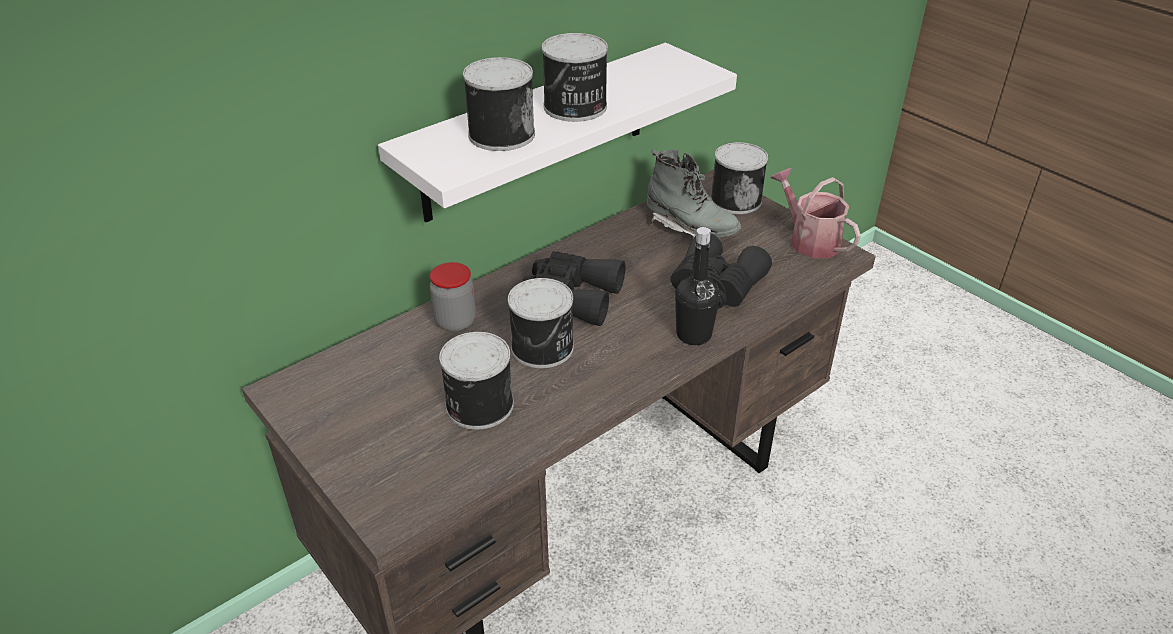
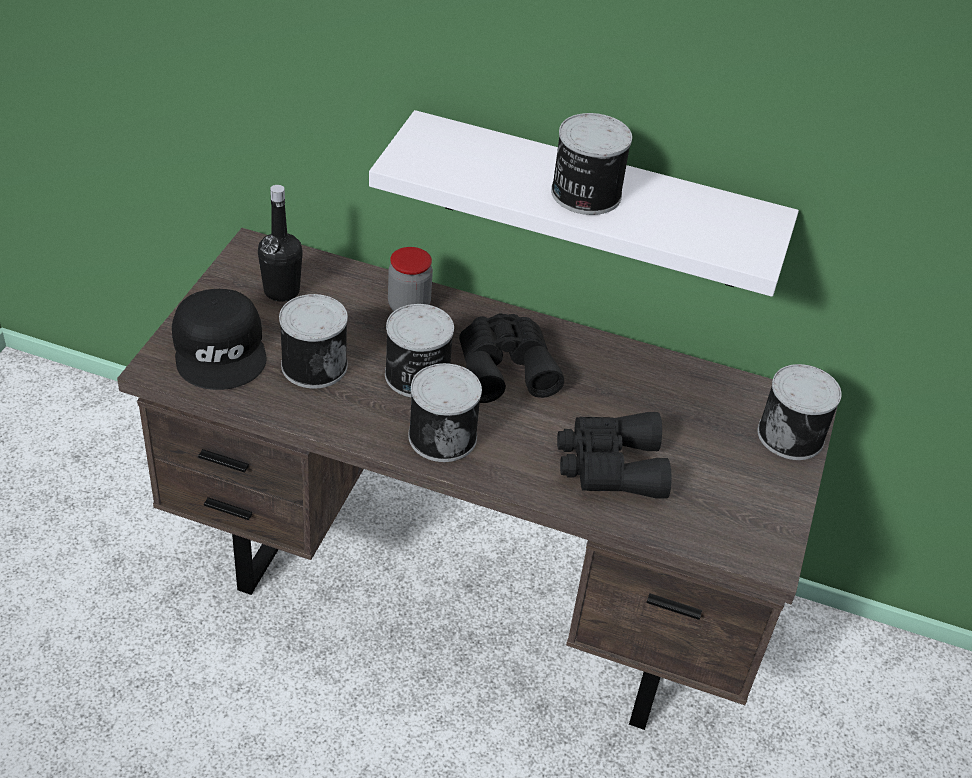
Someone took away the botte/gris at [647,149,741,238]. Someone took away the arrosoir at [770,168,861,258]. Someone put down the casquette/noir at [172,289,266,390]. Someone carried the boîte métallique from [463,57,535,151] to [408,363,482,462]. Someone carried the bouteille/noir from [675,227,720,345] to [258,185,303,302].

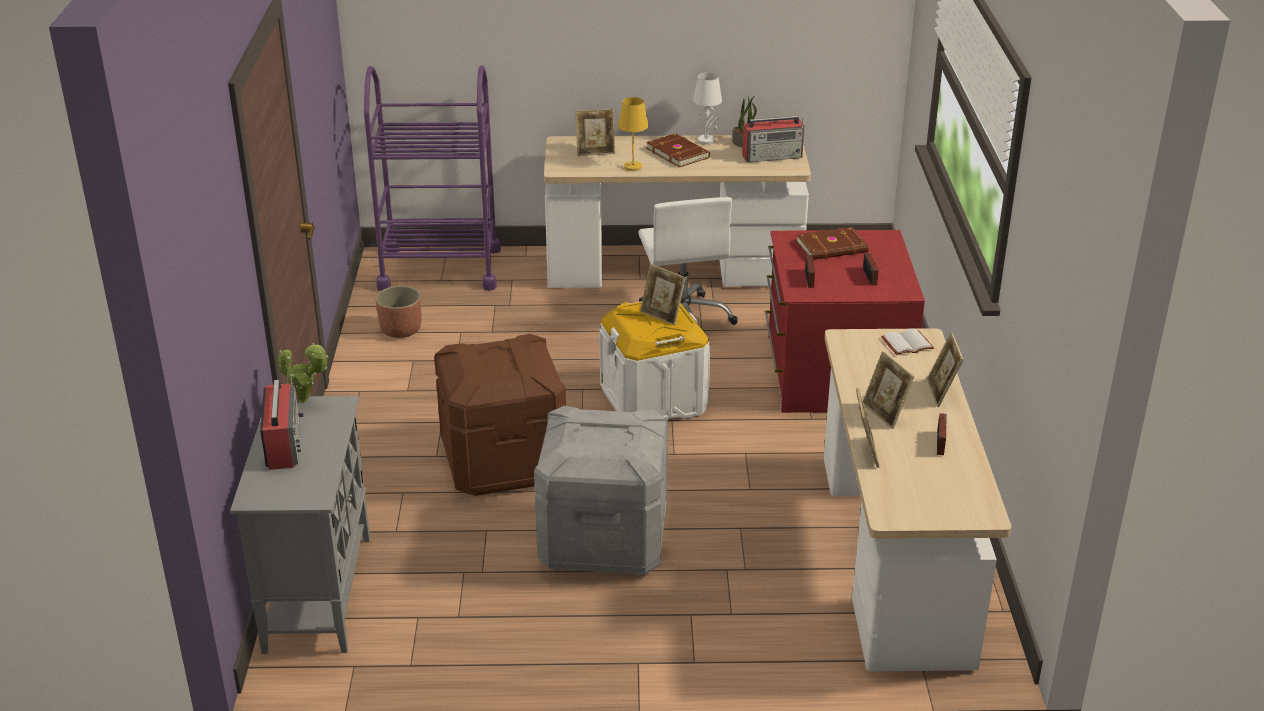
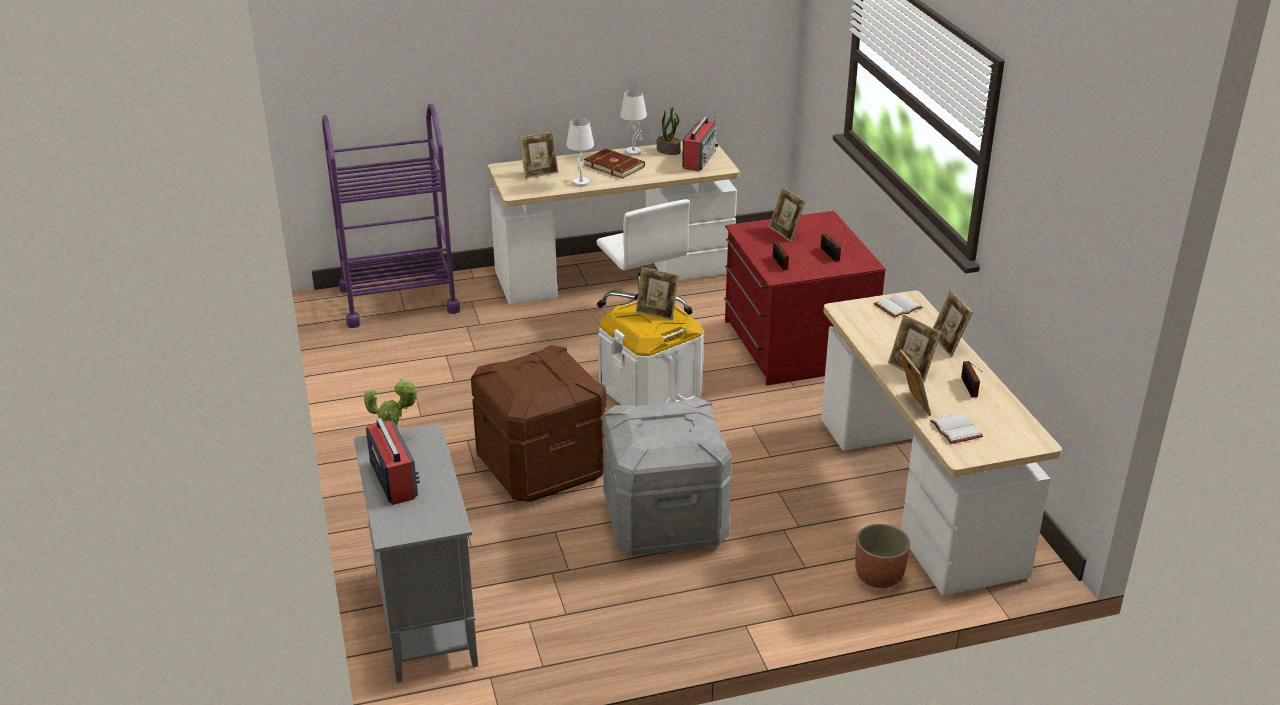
Someone put down the livre/blanc at [930,413,983,444]. Someone carried the cache-pot from [375,286,422,338] to [855,524,910,588]. Someone swapped the livre/marron at [796,227,868,260] for the cadre photo at [769,186,806,242]. Someone repainted the lampe de table/jaune at [618,97,648,171], which became the lampe de table/blanc at [566,118,594,187]. Someone rotated the radio at [742,116,804,162] by 45 degrees counterclockwise.

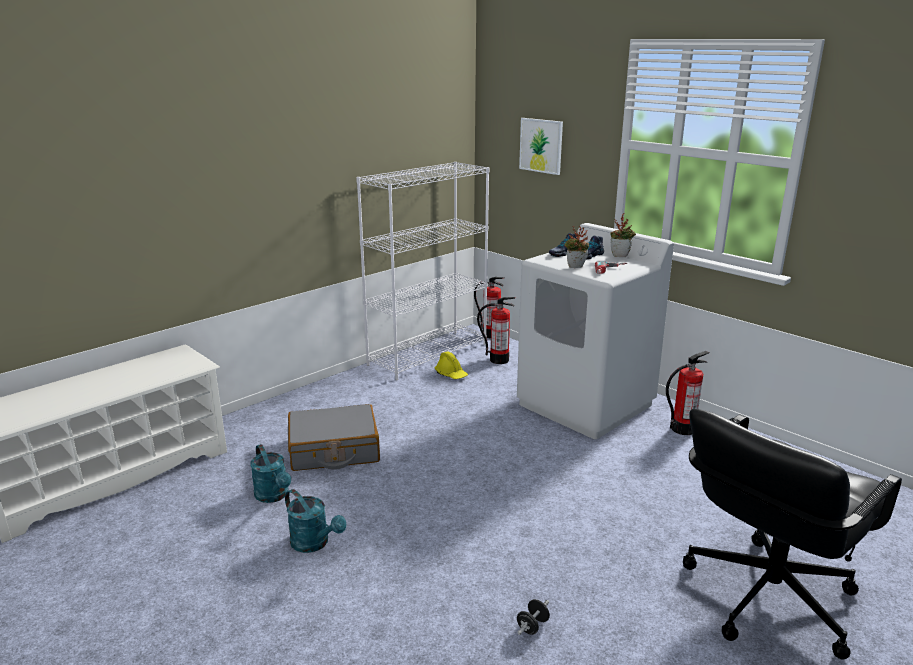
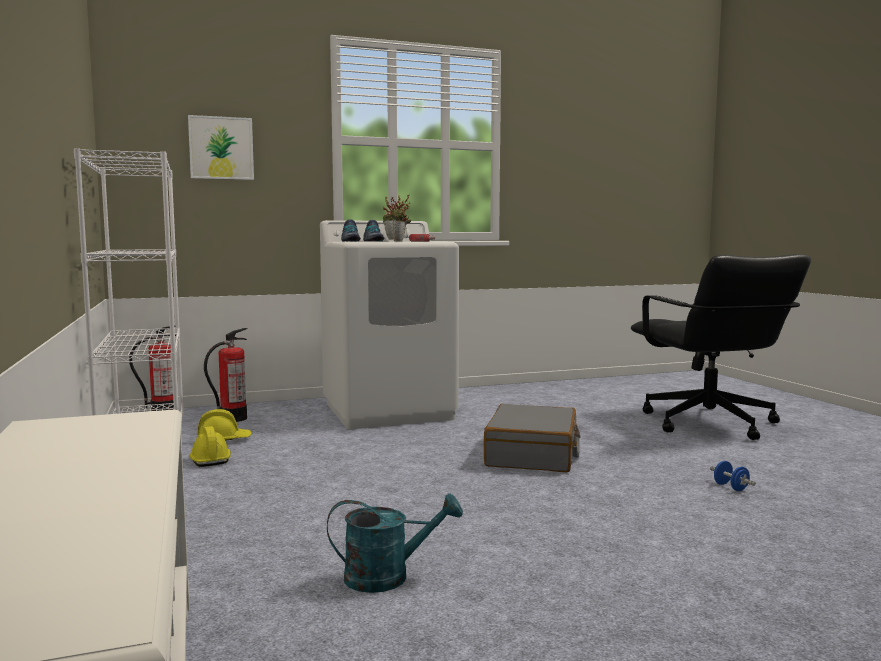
Someone took away the arrosoir/turquoise at [285,489,346,553]. Someone took away the extincteur at [666,351,710,435]. Someone put down the casque de chantier/jaune at [190,426,231,467]. Someone carried the valise/gris from [288,404,380,471] to [484,404,581,472]. Someone repainted the haltère/noir at [517,599,550,635], which became the haltère/bleu at [710,461,756,491].

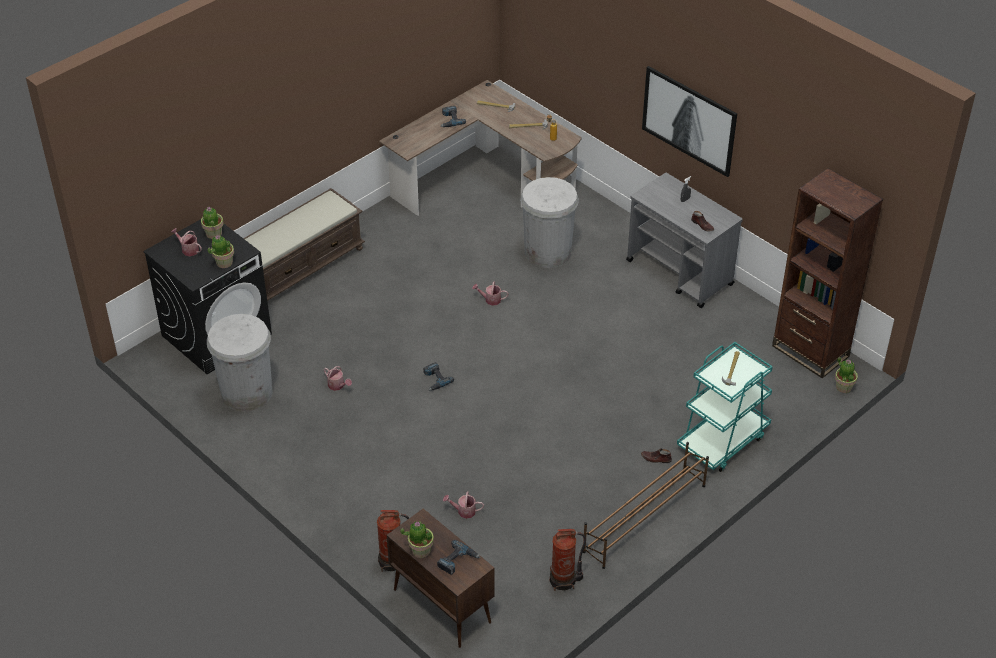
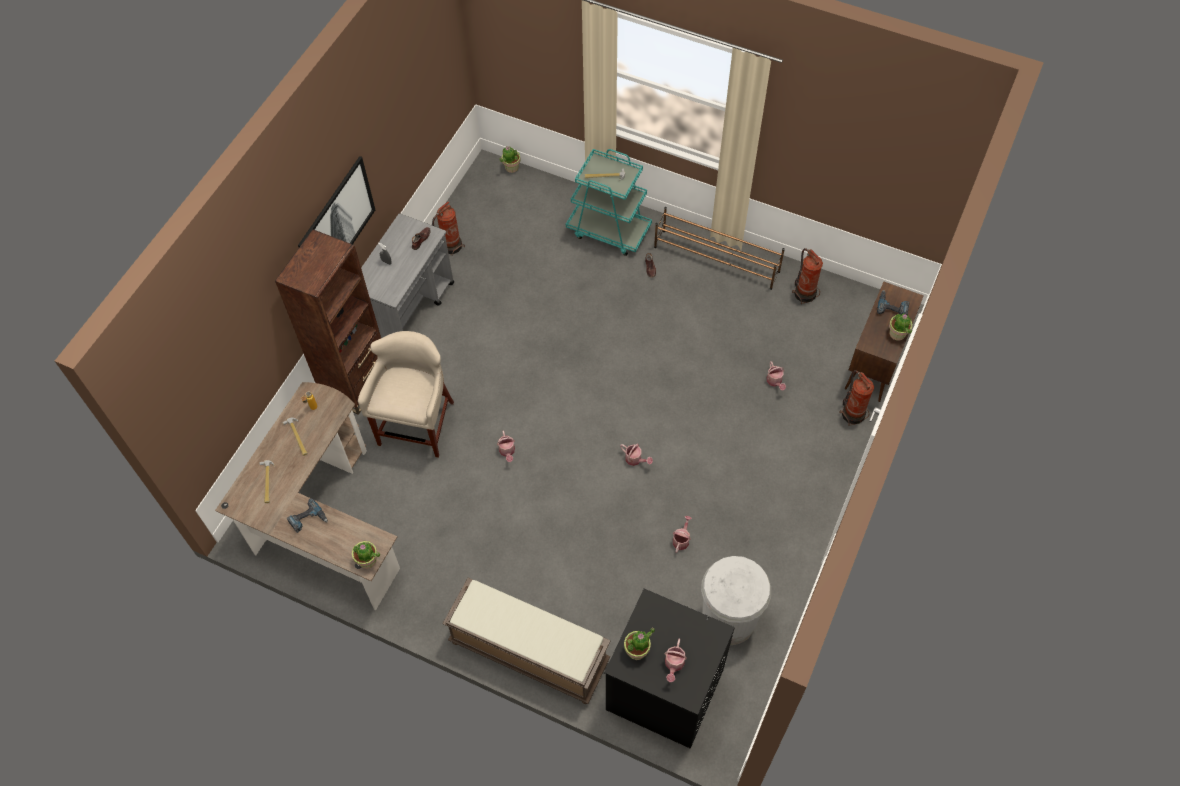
Someone put down the extincteur at [432,201,465,256]. Someone carried the plante en pot from [208,235,234,268] to [352,541,380,569]. Someone carried the bibliothèque/marron from [772,168,883,378] to [275,229,381,415]. Someone swapped the perceuse at [423,362,454,391] for the arrosoir at [620,444,653,466]. Someone swapped the poubelle/blanc at [520,177,579,268] for the tabouret/beige at [358,331,454,458].

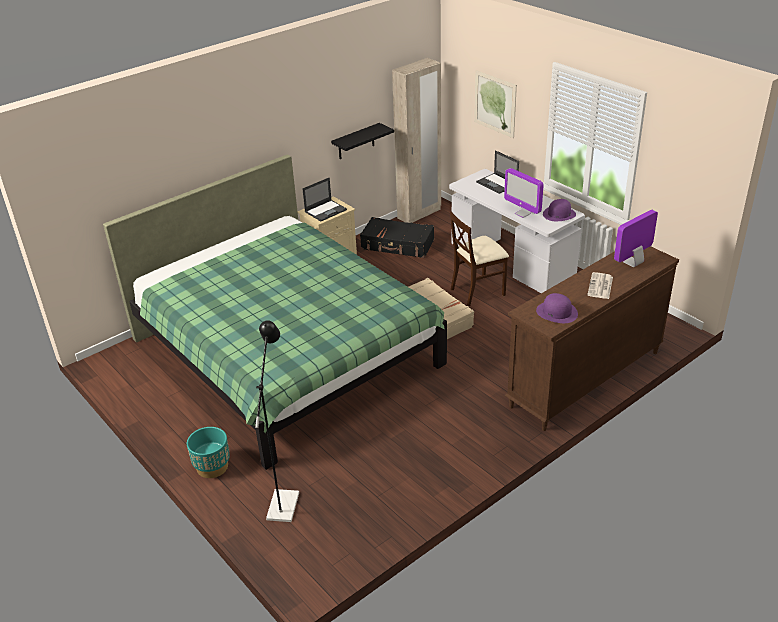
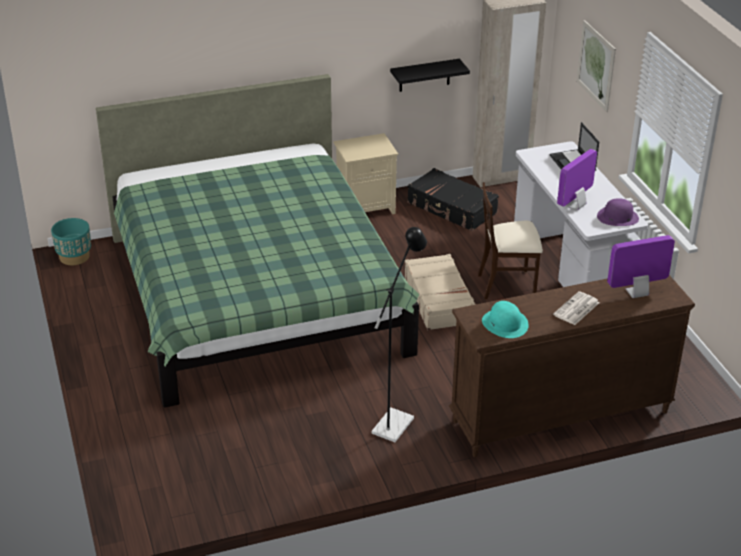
Someone took away the ordinateur portable at [302,177,347,221]. Someone carried the cache-pot/turquoise from [187,427,230,478] to [51,218,91,265]. Someone carried the lampadaire/noir from [255,320,299,522] to [372,227,427,442]. Someone repainted the chapeau/violet at [536,293,578,323], which became the chapeau/turquoise at [482,301,529,338]. Someone rotated the écran d'ordinateur at [504,168,544,218] by 60 degrees clockwise.

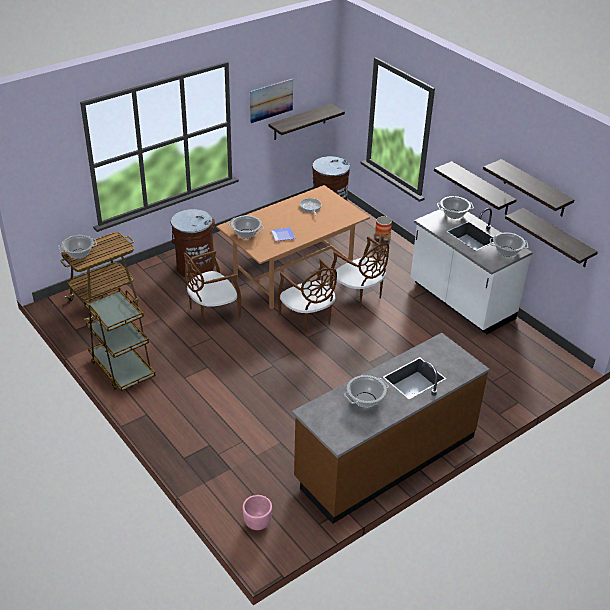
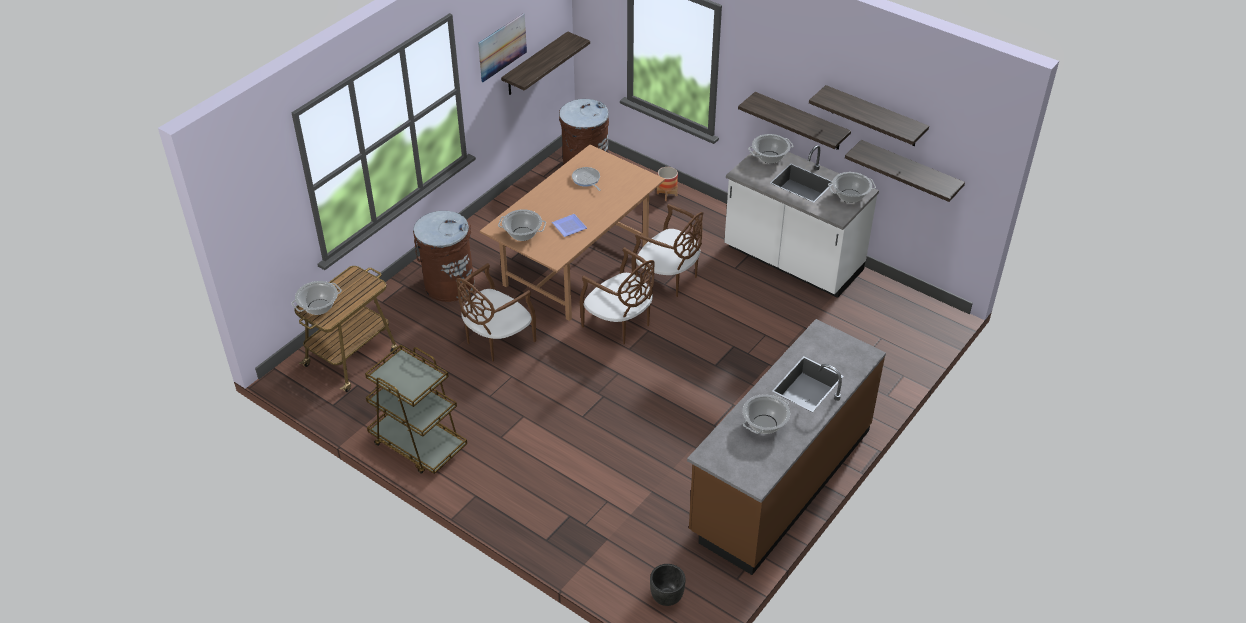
Someone repainted the cache-pot/rose at [243,495,272,530], which became the cache-pot/noir at [650,564,686,606].

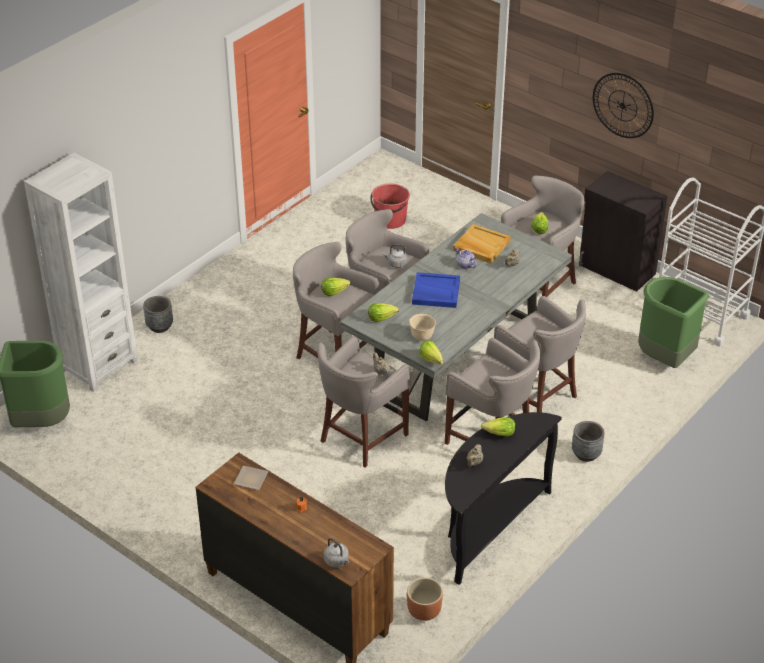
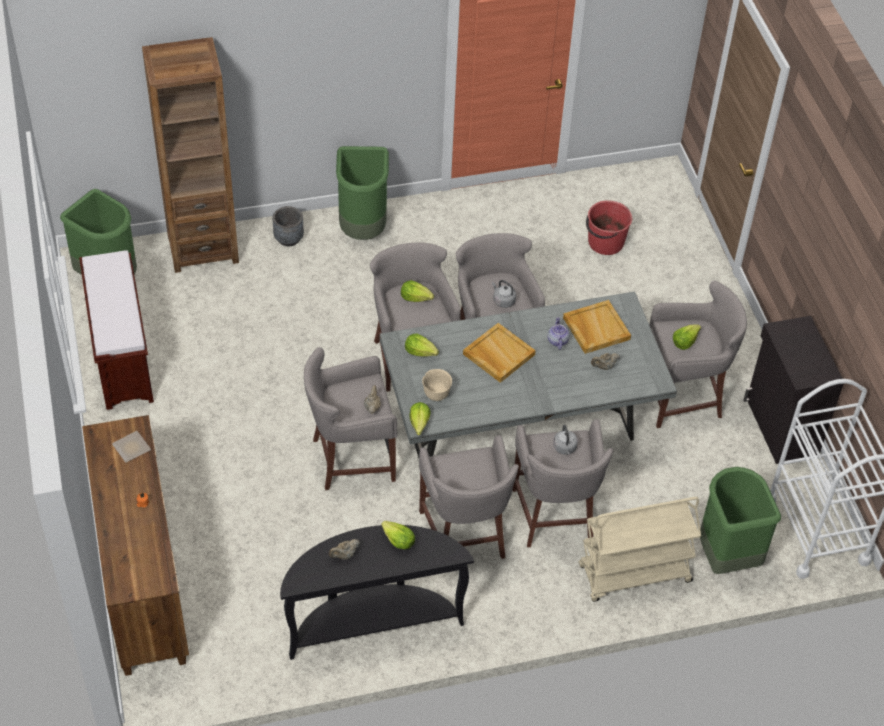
Someone took away the cache-pot/marron at [407,578,443,621]. Someone took away the cache-pot/gris at [572,421,604,462]. Someone took away the horloge murale at [593,73,654,138]. Someone put down the banc/marron at [79,250,154,410]. Someone put down the poubelle/vert at [336,146,389,240]. Someone put down the chariot/beige at [579,497,701,602]. Someone carried the bouilloire/gris from [324,538,350,568] to [553,425,578,455]. Someone repainted the bibliothèque/blanc at [24,153,138,392], which became the bibliothèque/marron at [142,37,239,273]. Someone repainted the plateau/bleu at [412,272,460,308], which became the plateau/beige at [463,323,536,383].

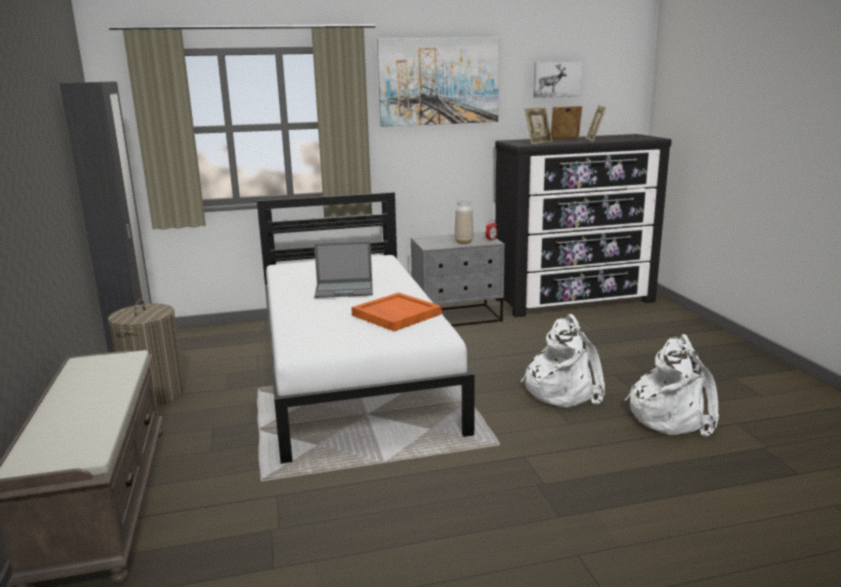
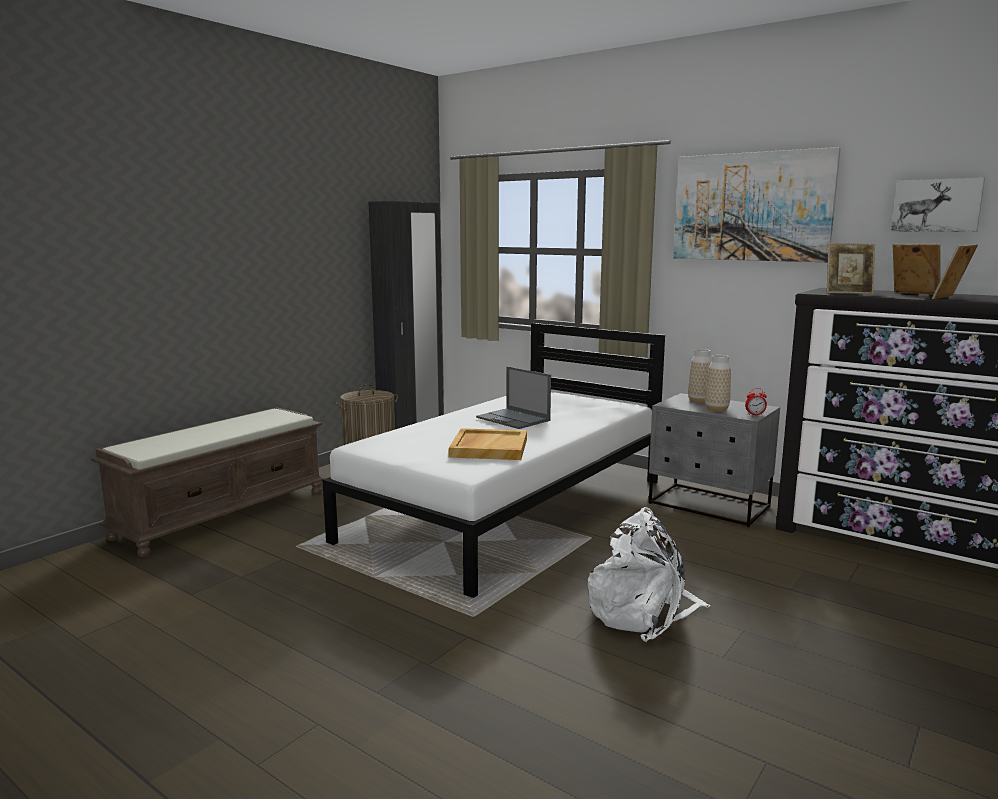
Someone took away the sac à dos/blanc at [624,334,719,437]. Someone put down the vase at [688,349,712,403]. Someone repainted the plateau/orange at [351,293,442,331], which became the plateau/beige at [449,428,527,460].

